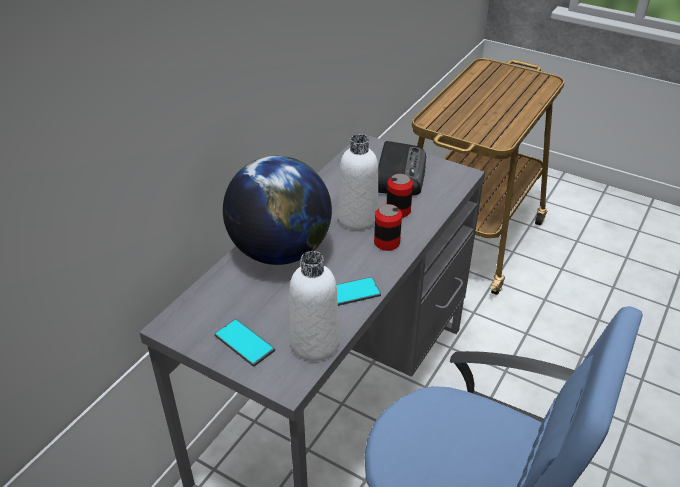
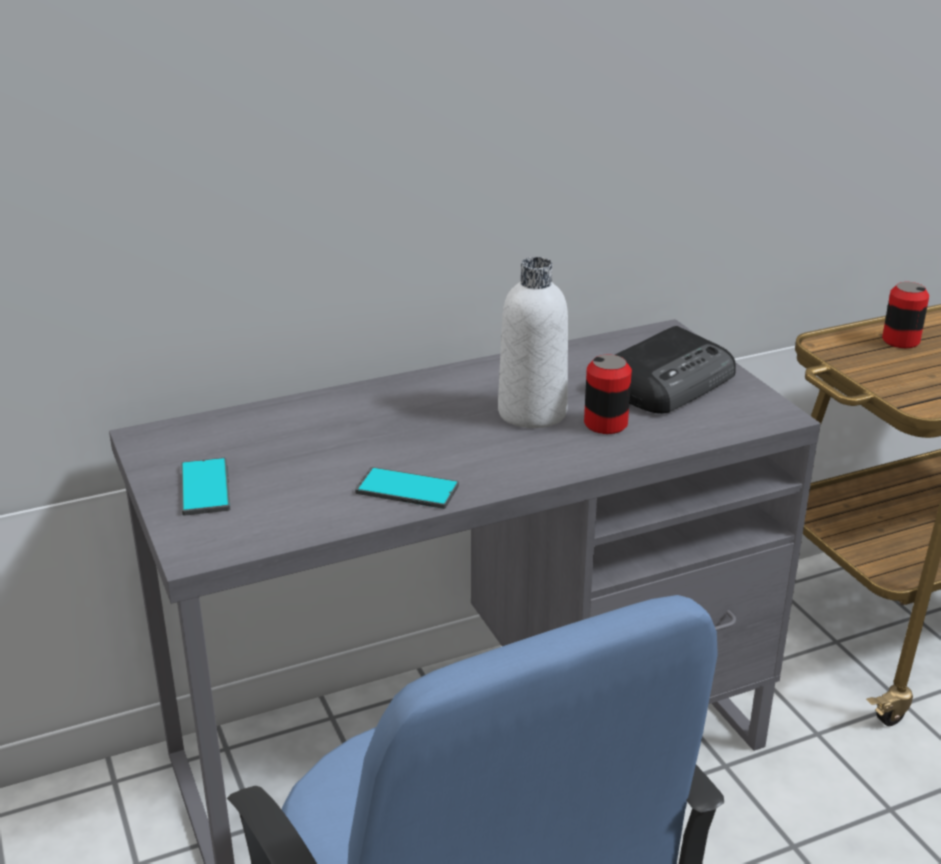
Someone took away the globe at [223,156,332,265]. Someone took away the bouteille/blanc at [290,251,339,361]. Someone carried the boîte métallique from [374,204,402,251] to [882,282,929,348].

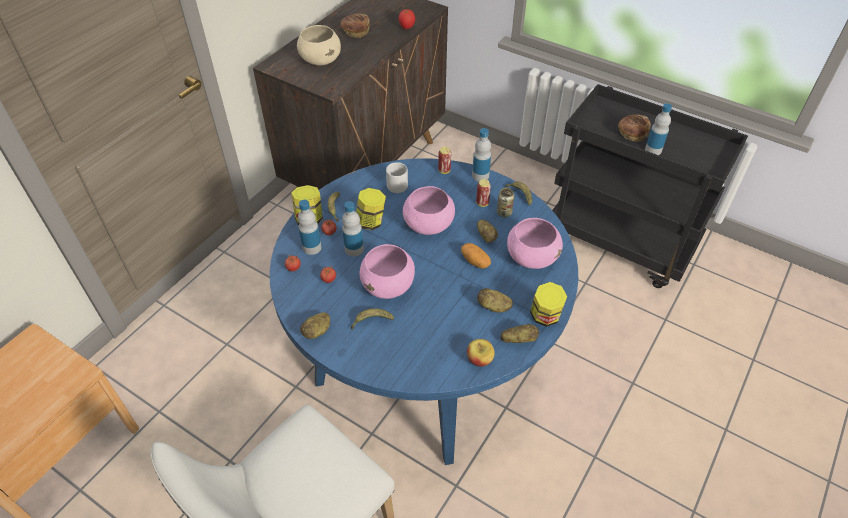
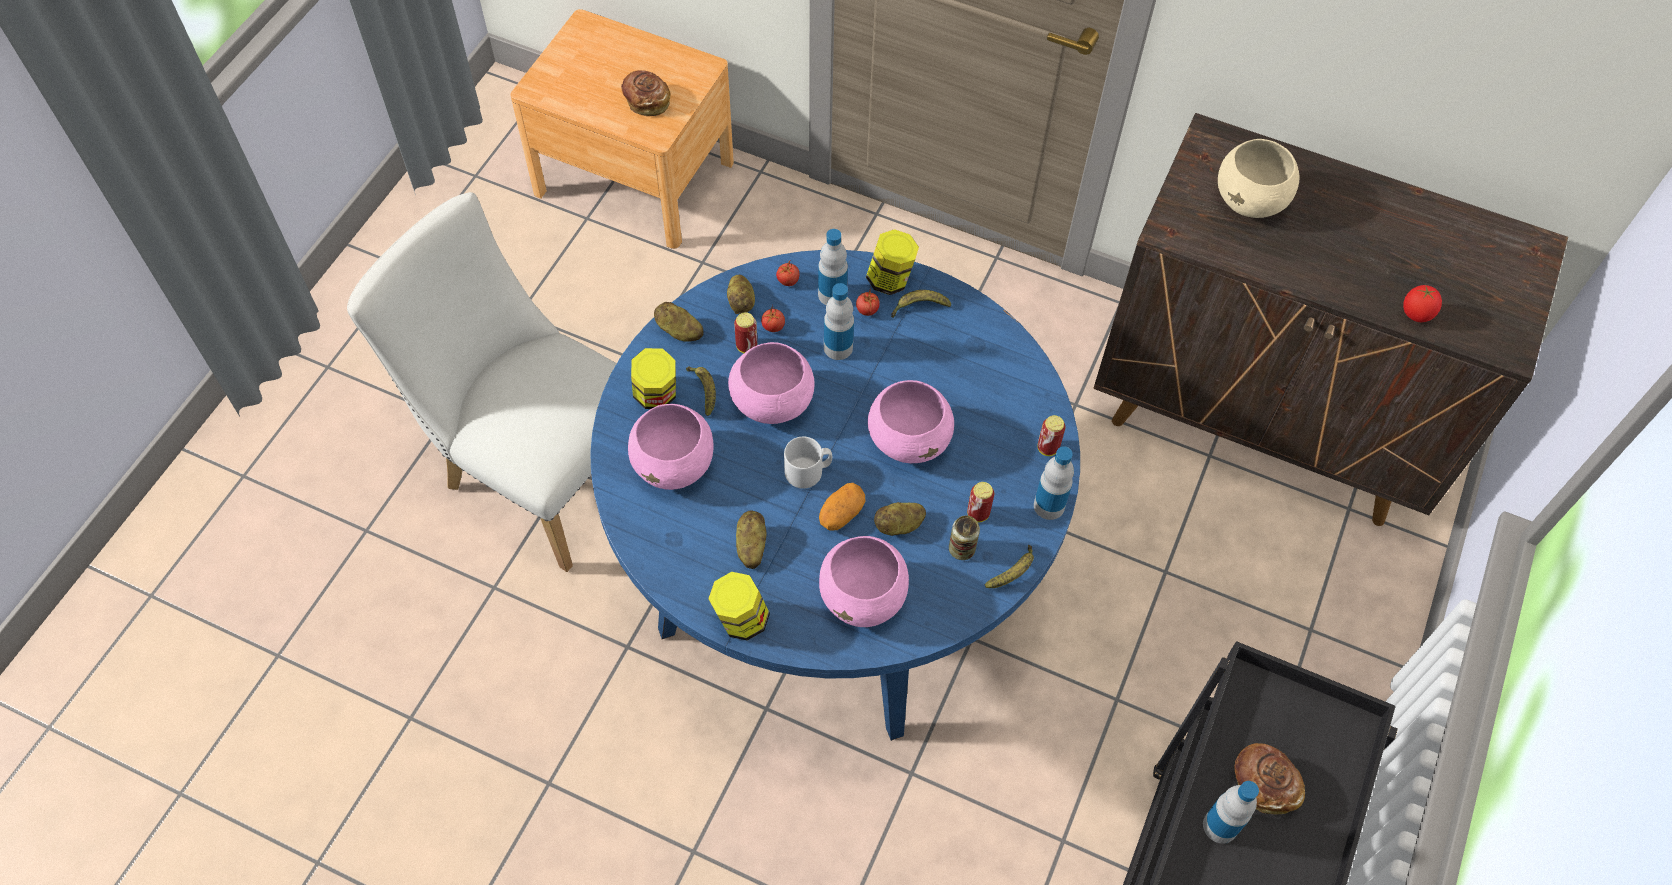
Someone took away the pomme at [467,339,495,367]. Someone put down the bol/rose at [628,404,714,490]. Someone put down the boîte métallique at [734,312,757,353]. Someone carried the pain from [340,13,370,38] to [621,70,671,116]. Someone carried the bocal from [356,188,386,230] to [631,348,676,409]. Someone carried the mug/gris from [386,162,408,193] to [784,437,832,489]. Someone carried the pomme de terre from [500,324,539,343] to [727,275,755,314].

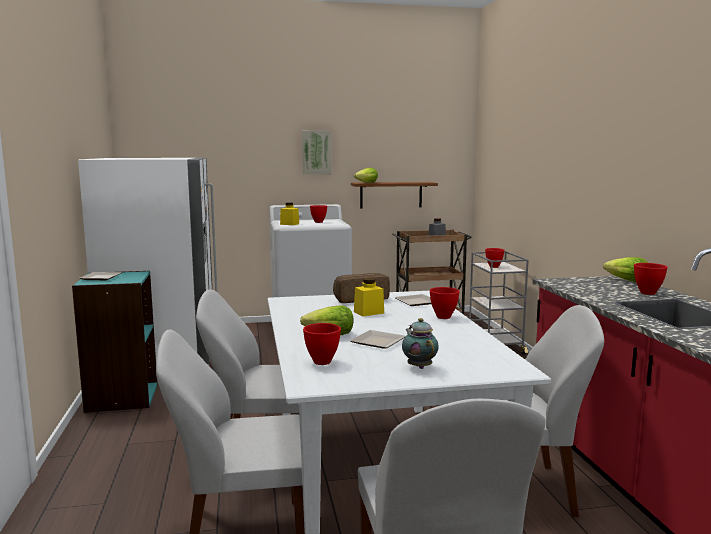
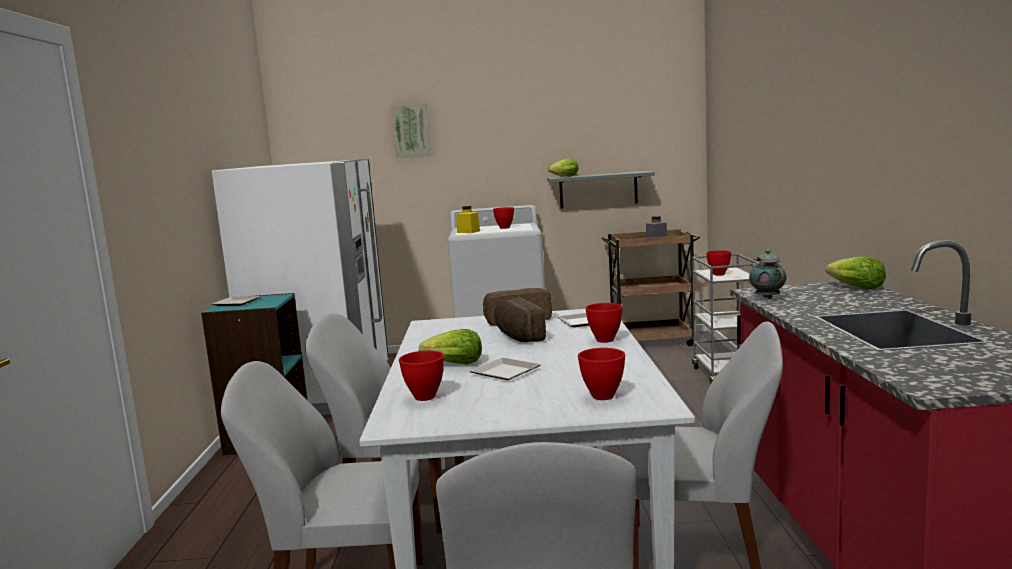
Someone carried the tableau from [302,131,331,174] to [391,103,431,158]. Someone carried the théière from [402,318,439,369] to [749,250,787,299]. Someone carried the bol/rouge from [634,263,668,295] to [578,348,625,400]. Someone swapped the bocal/jaune at [354,278,384,316] for the pain at [494,297,546,342]. Someone repainted the étagère/marron at [351,182,438,208], which became the étagère/gris at [547,171,655,208].

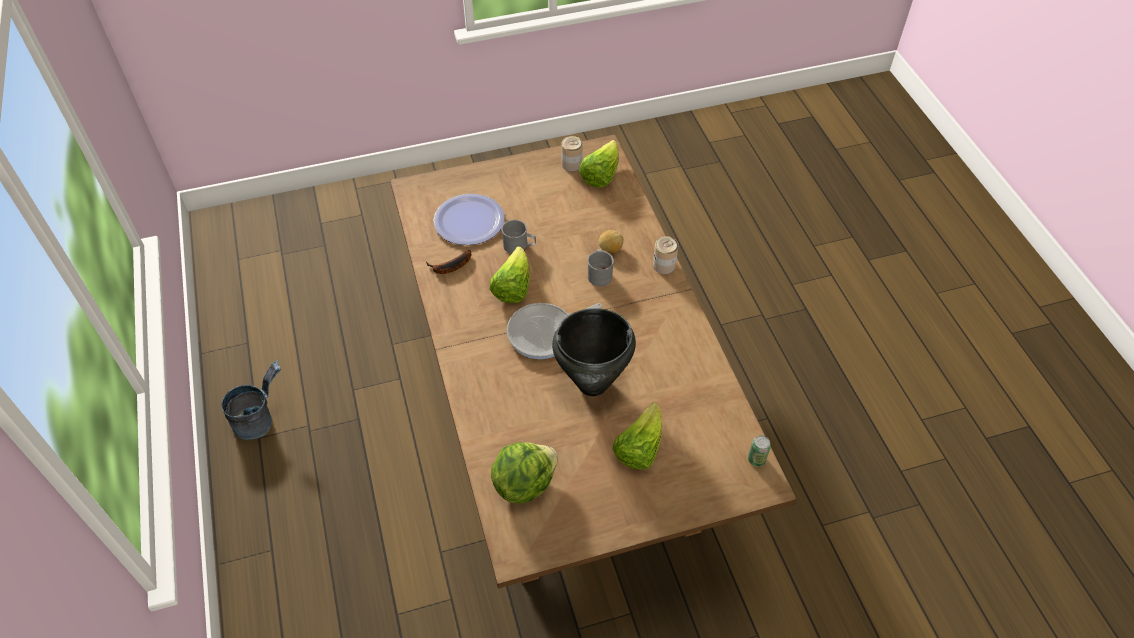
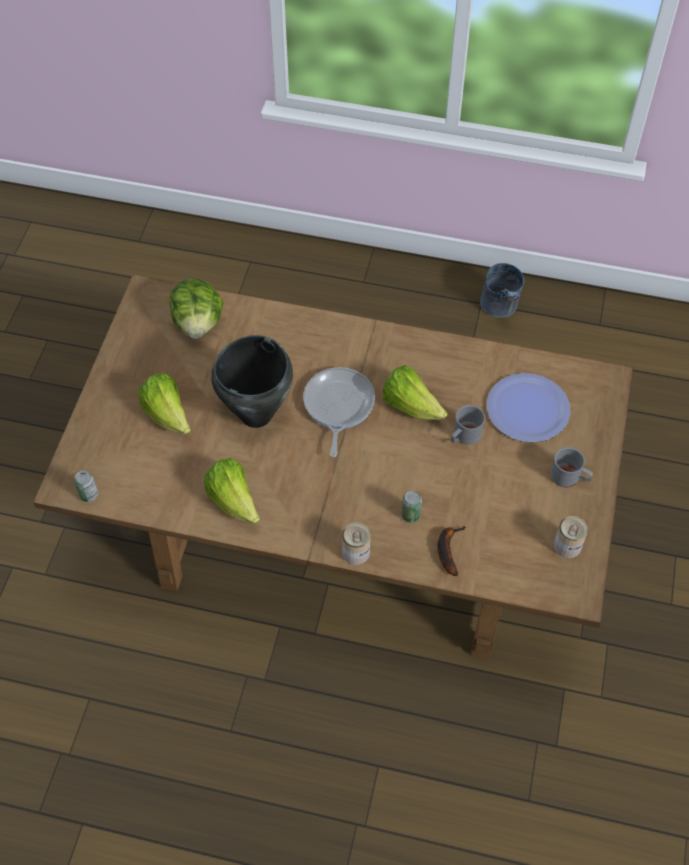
Someone carried the banane from [426,250,471,274] to [438,526,466,576]. Someone carried the laitue from [579,140,619,188] to [204,458,260,524]. Someone carried the mug/gris from [588,249,614,287] to [551,447,593,488]. Someone swapped the pomme de terre at [599,230,623,253] for the boîte métallique at [402,491,422,523].

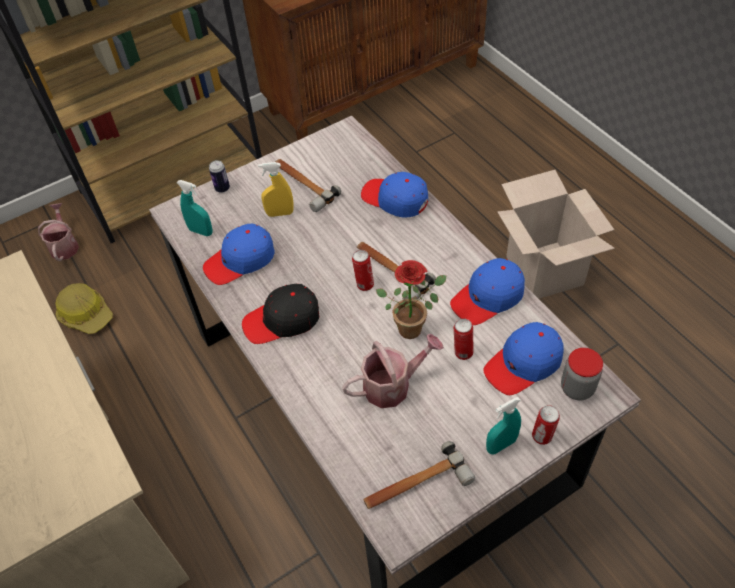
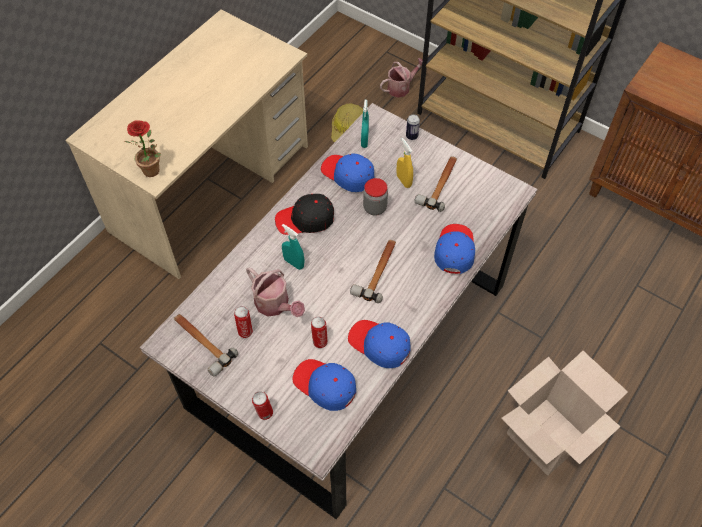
Someone carried the boîte métallique from [352,250,374,291] to [234,306,253,338]. Someone carried the plante en pot from [376,260,446,339] to [125,120,161,177]. Someone carried the vaporisateur/turquoise from [486,397,521,455] to [282,224,304,270]. Someone carried the bocal from [561,348,603,400] to [363,178,388,215]. Someone rotated the casquette/noir at [242,284,319,344] by 60 degrees counterclockwise.

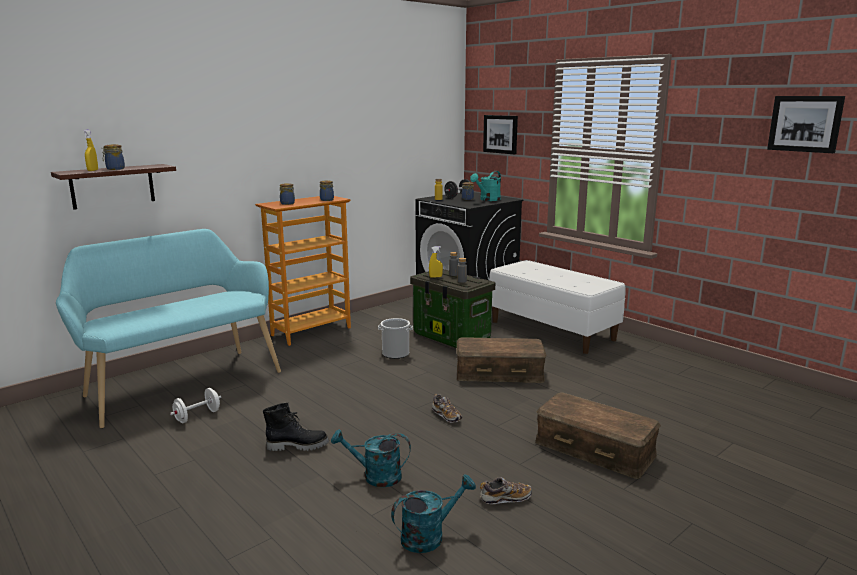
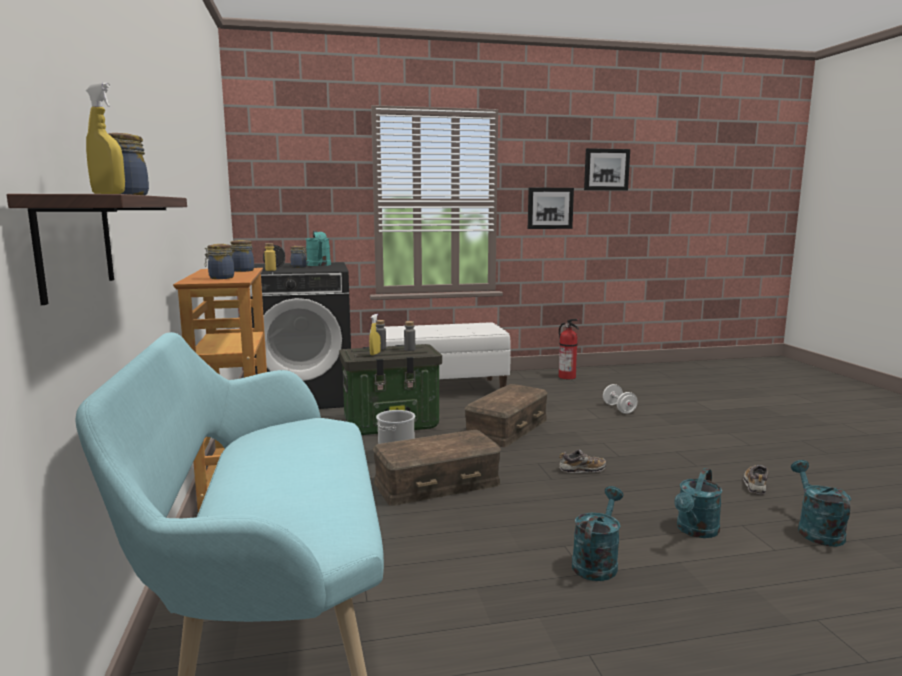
Someone put down the extincteur at [559,319,580,379]. Someone carried the haltère/blanc from [170,388,222,423] to [603,384,638,414]. Someone carried the tableau from [483,115,518,154] to [528,188,574,229]. Someone carried the boîte de rangement/marron from [535,392,661,479] to [372,430,501,506]. Someone swapped the botte/noir at [263,403,329,451] for the arrosoir/turquoise at [572,486,623,581].

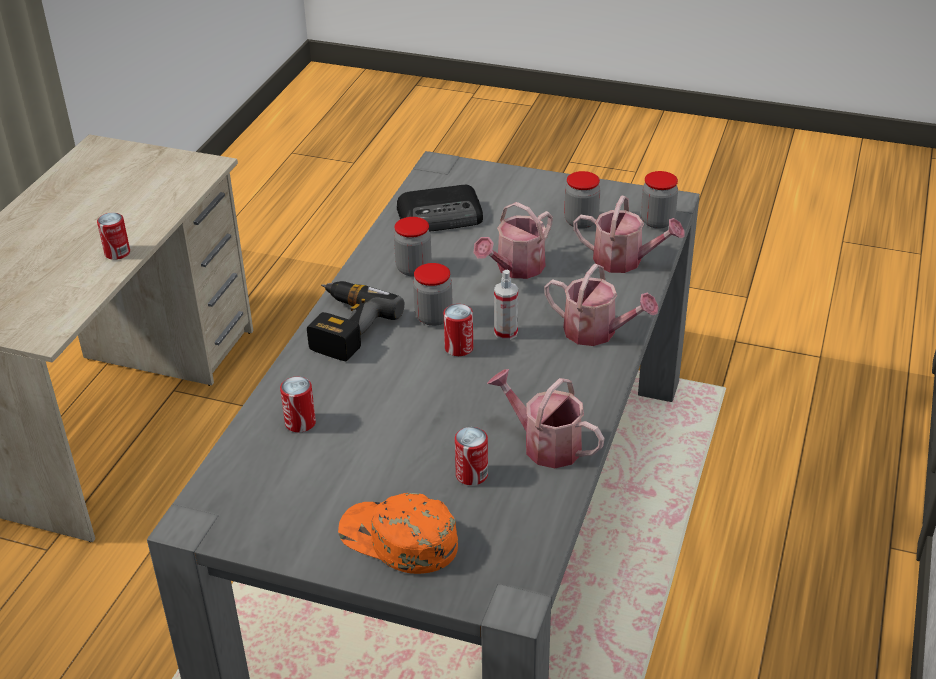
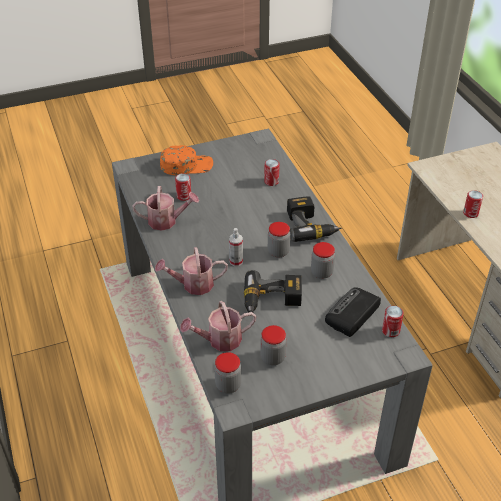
Someone carried the boîte métallique from [444,304,473,356] to [382,306,404,337]. Someone swapped the arrosoir at [473,202,553,279] for the perceuse at [244,270,302,316].

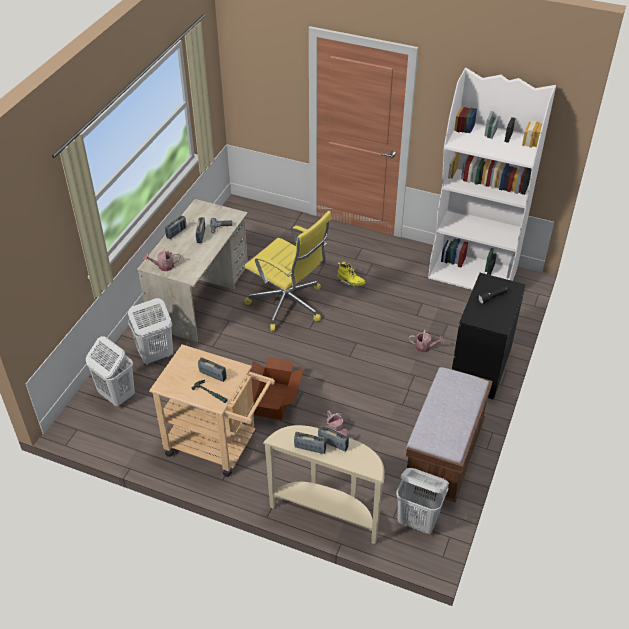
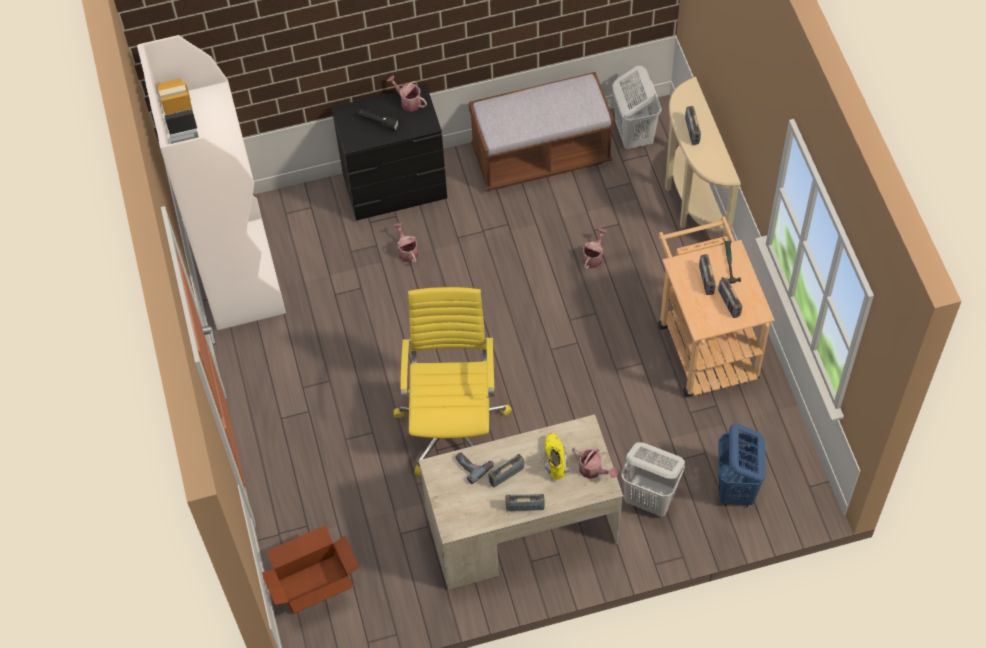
Someone put down the arrosoir at [387,75,427,112]. Someone carried the carton from [250,357,304,420] to [262,525,360,614]. Someone carried the radio from [294,432,326,454] to [718,278,742,318]. Someone carried the botte/jaune from [338,262,366,287] to [542,433,569,480]. Someone repainted the panier à linge/blanc at [86,336,135,406], which became the panier à linge/bleu at [718,424,766,507].

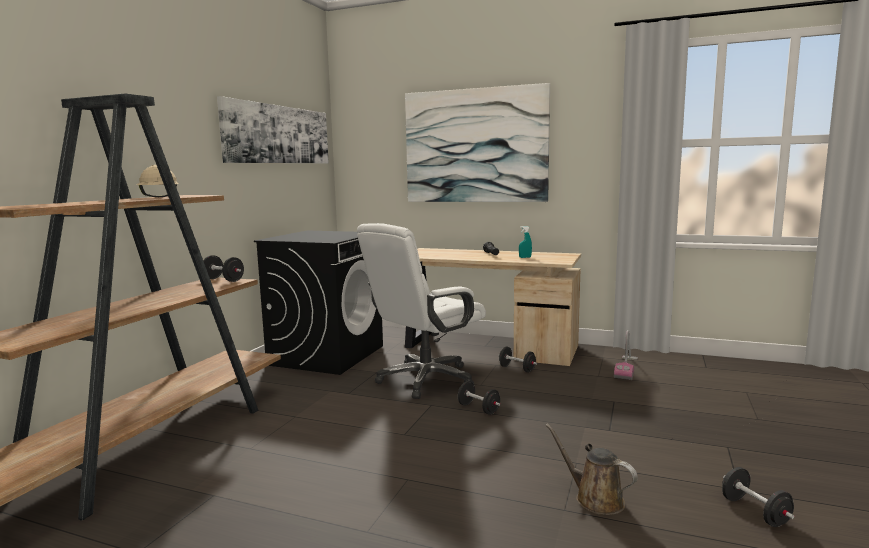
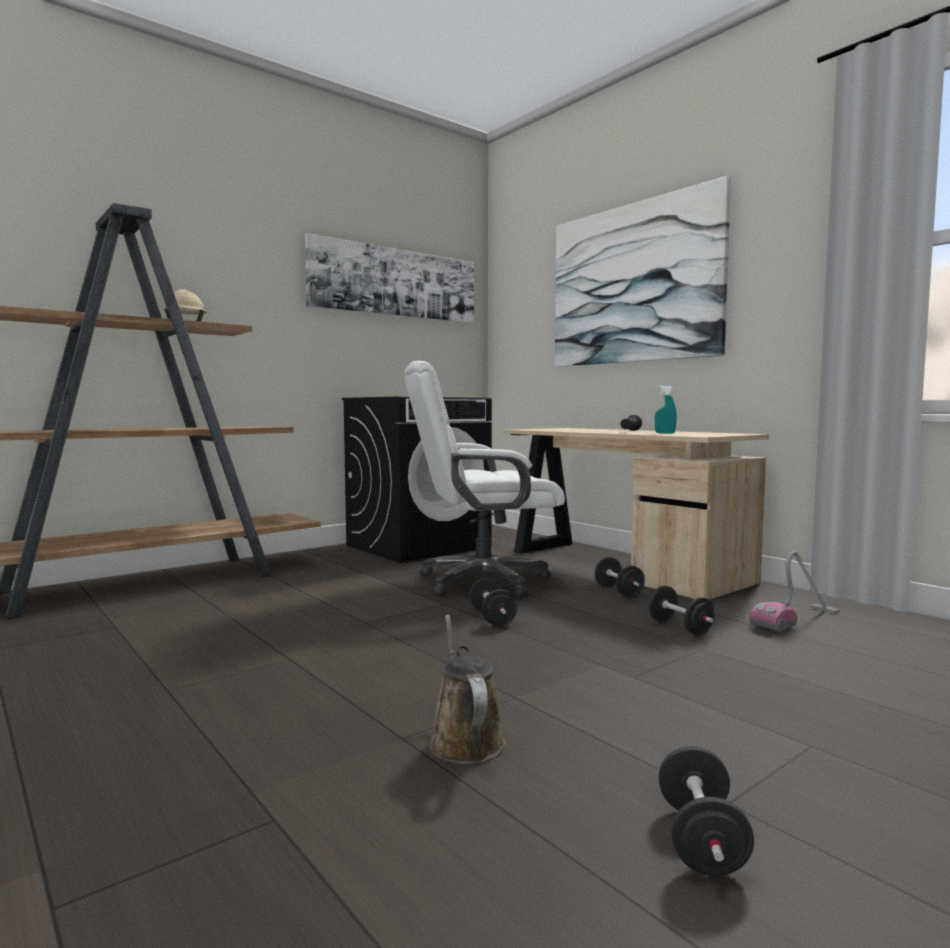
Someone carried the haltère/noir from [203,255,244,282] to [649,586,714,636].

